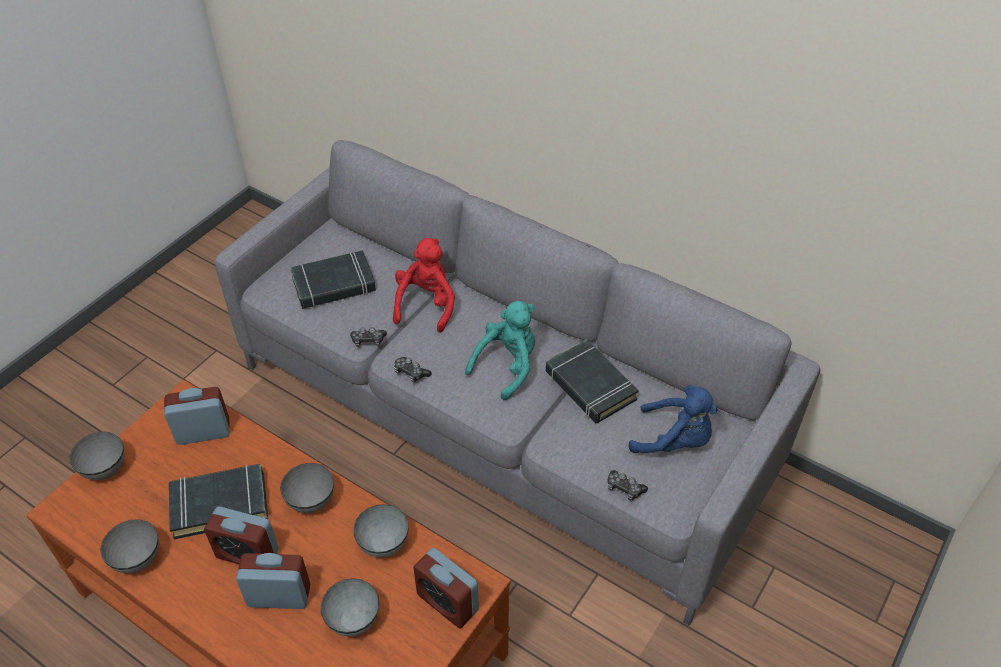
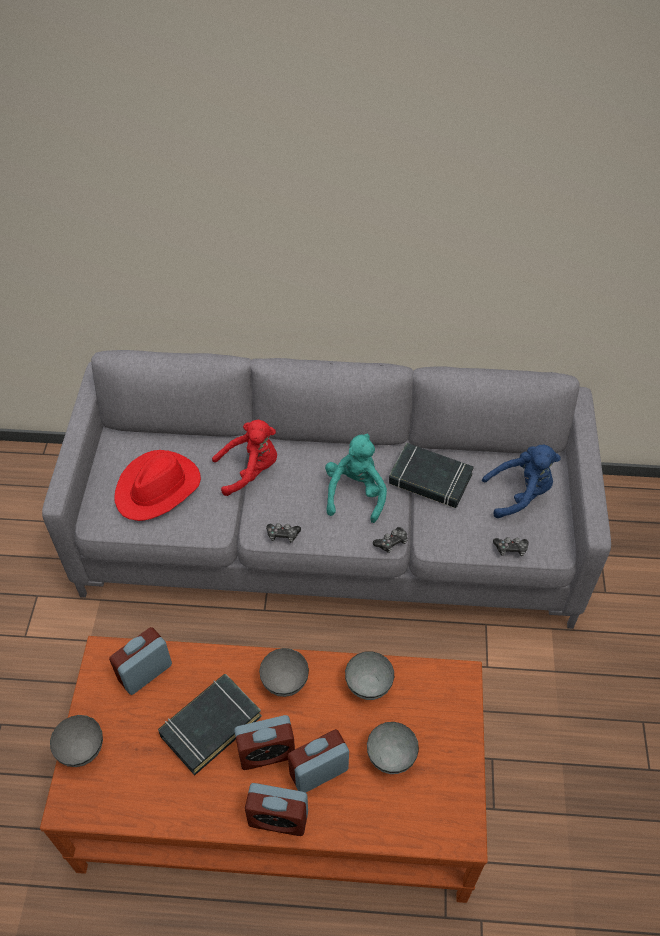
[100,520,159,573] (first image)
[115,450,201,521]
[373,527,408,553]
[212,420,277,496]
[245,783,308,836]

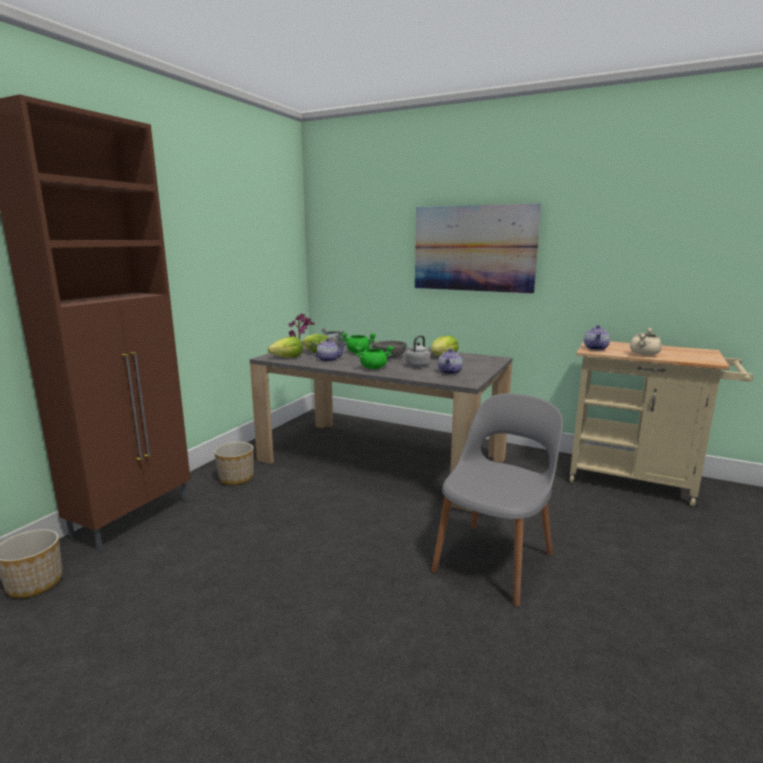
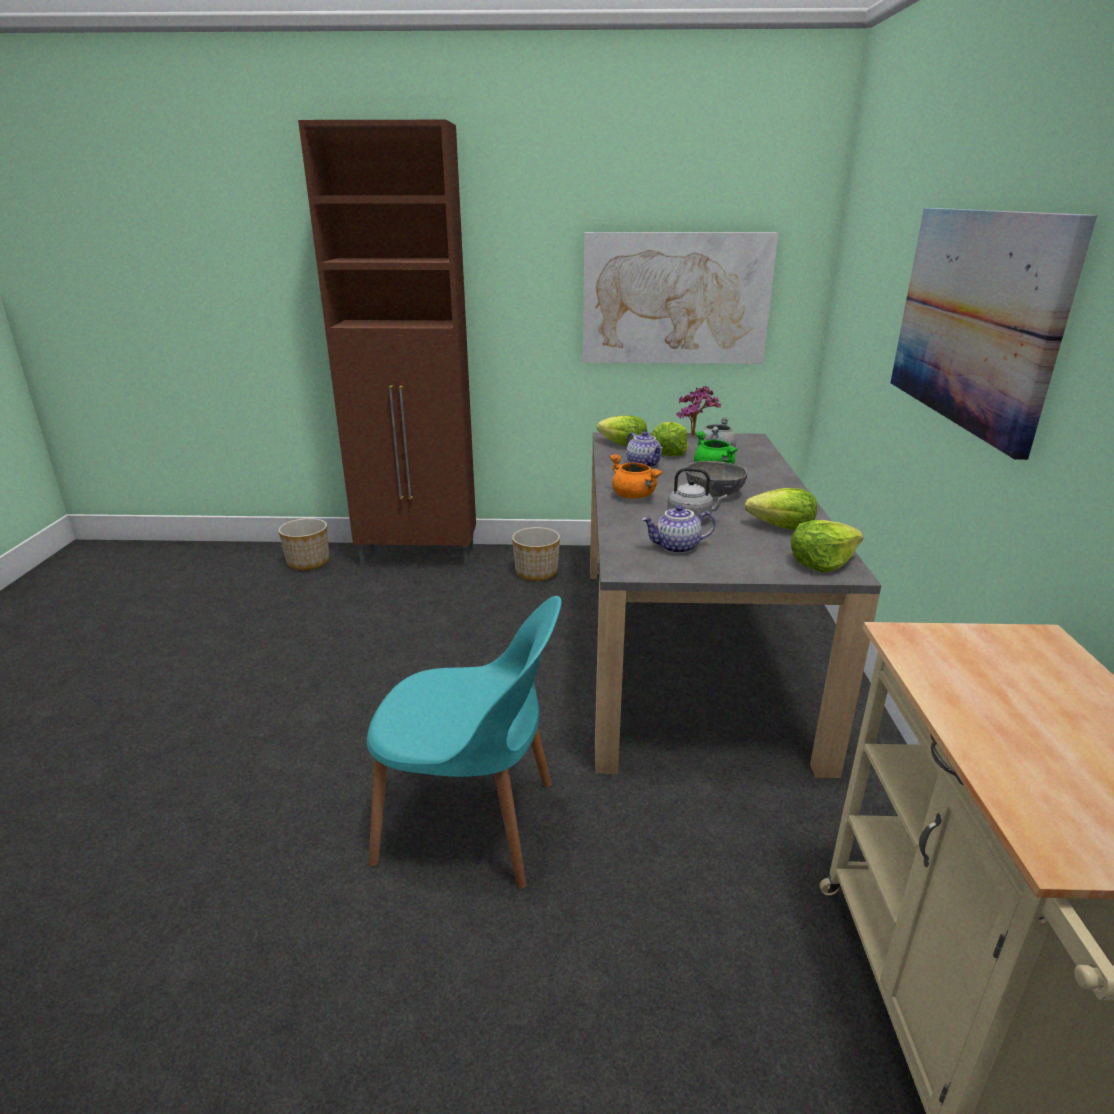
[609,454,663,499]
[367,596,562,889]
[584,325,610,350] (first image)
[630,328,662,356] (first image)
[582,232,778,364]
[791,520,863,572]

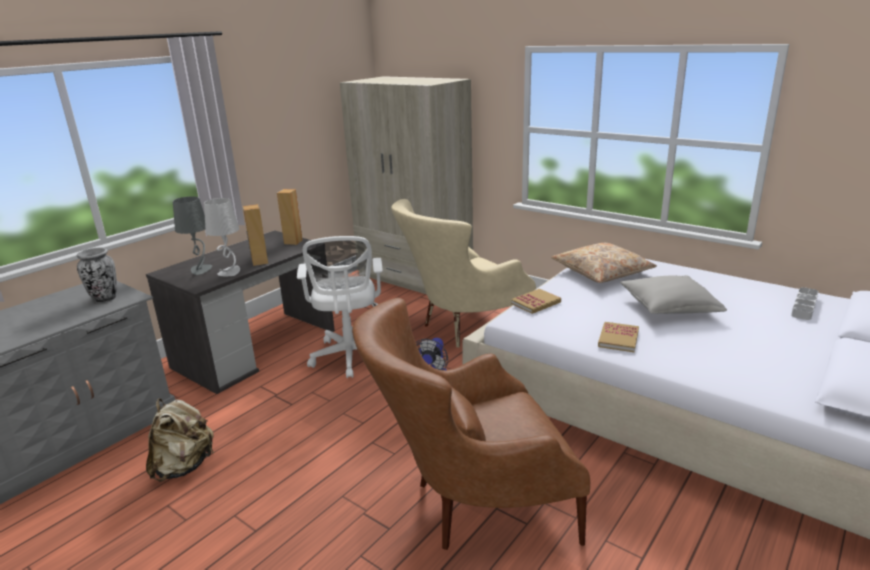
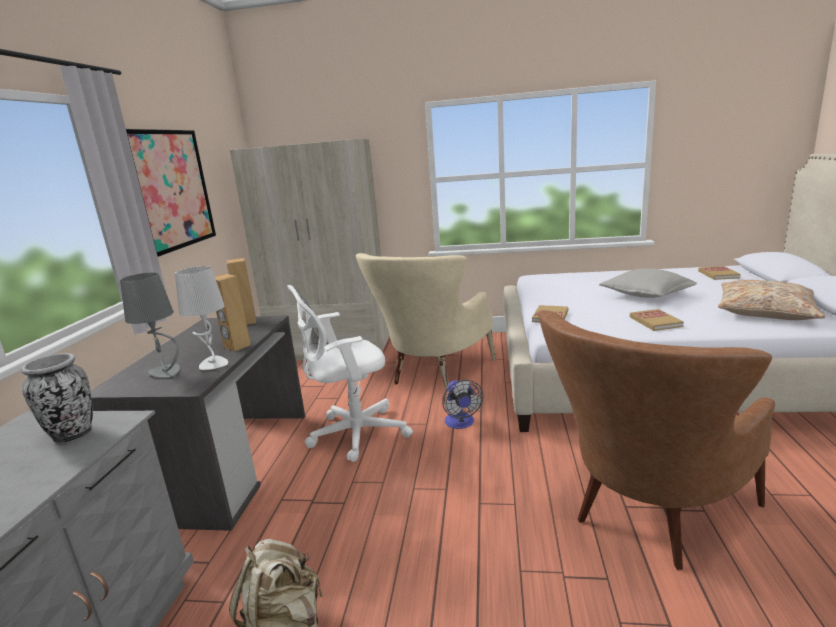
[287,285,413,462]
[718,280,825,320]
[698,266,741,280]
[126,129,216,257]

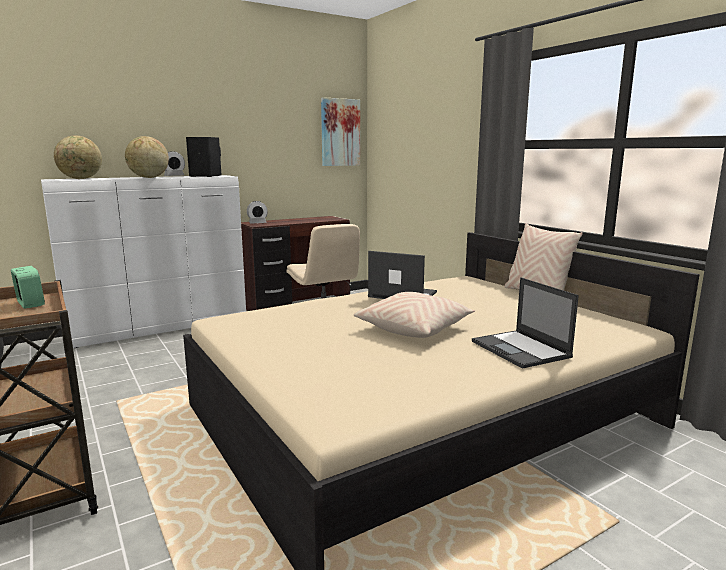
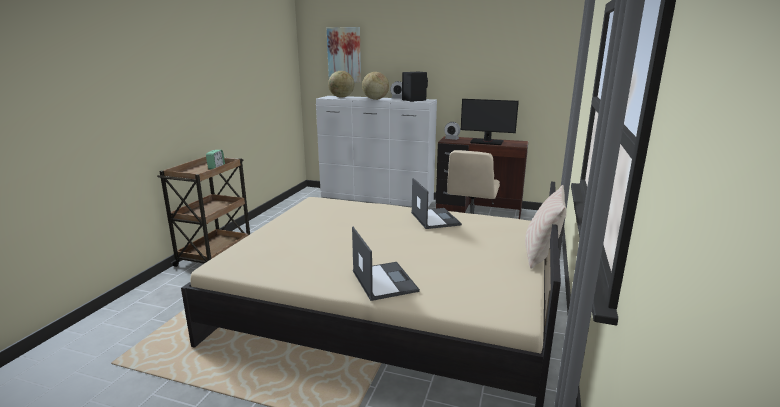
[327,27,361,83]
[354,292,475,338] (first image)
[352,227,420,301]
[461,99,519,145]

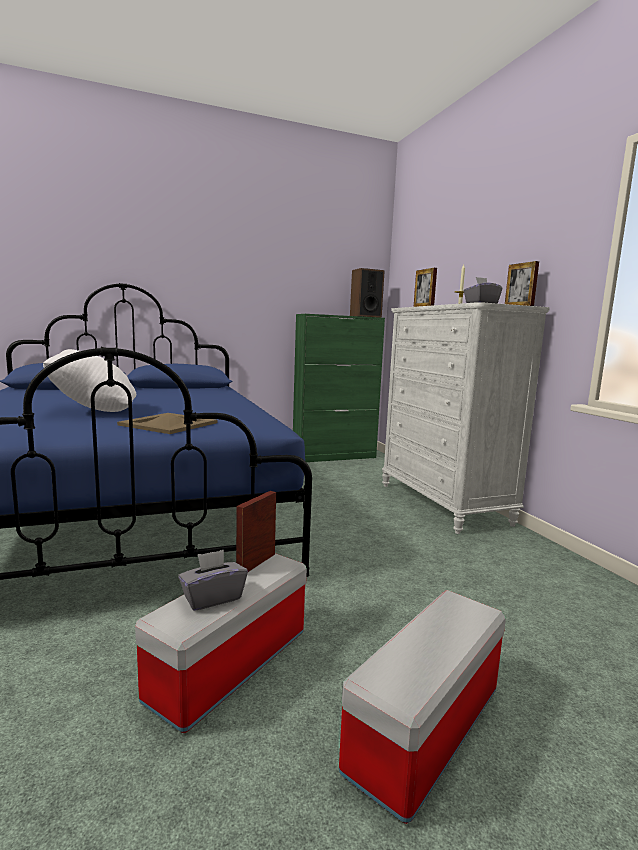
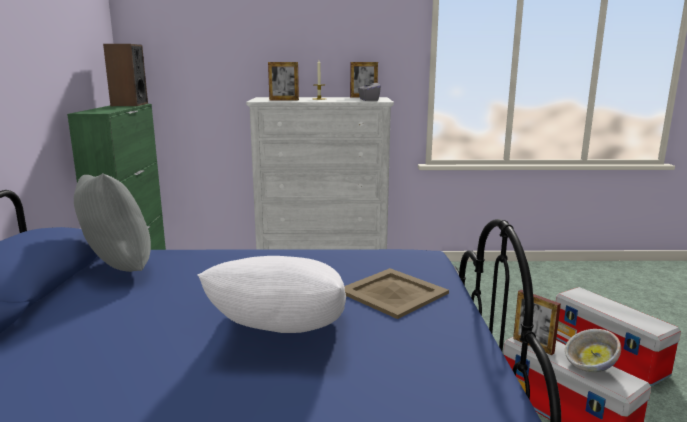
[565,329,621,372]
[74,173,151,272]

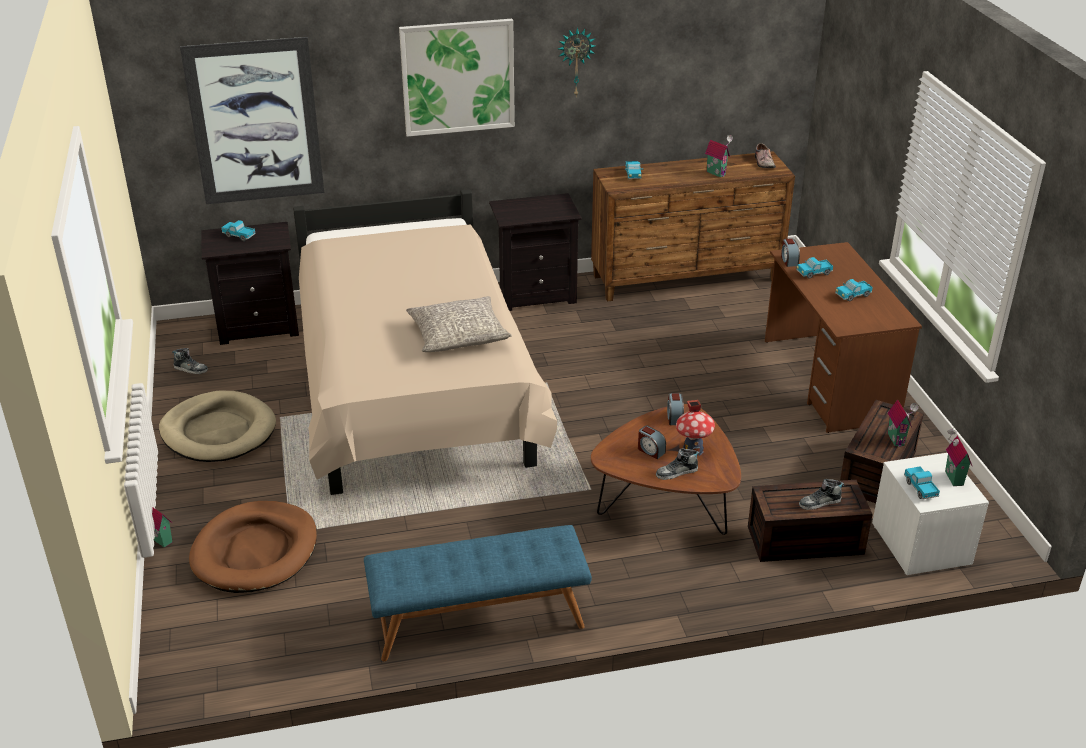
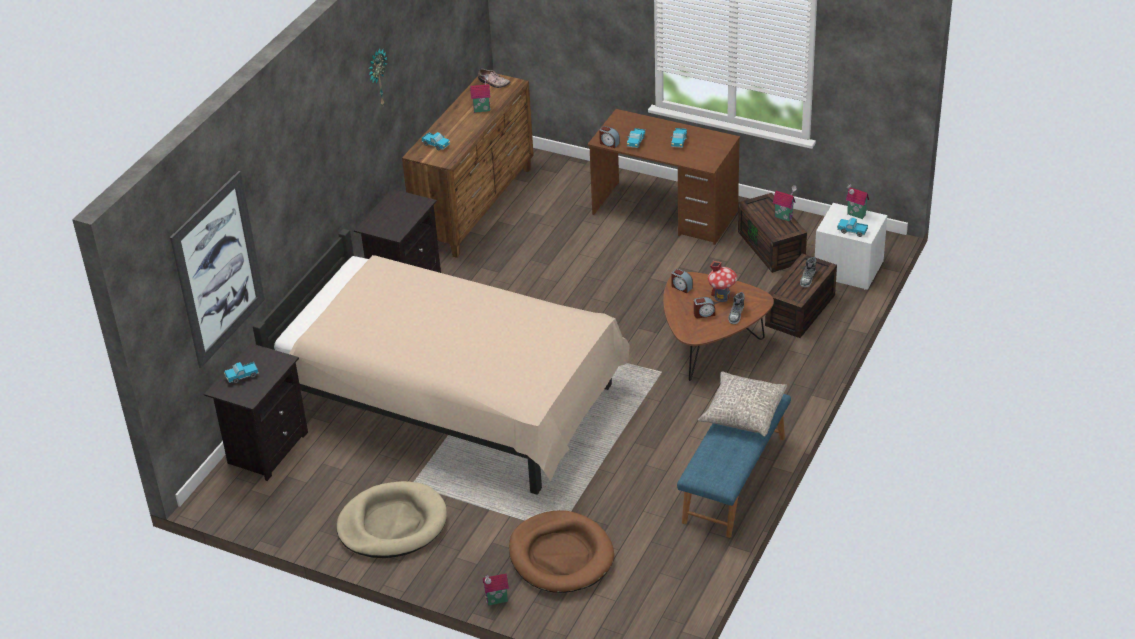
[172,348,208,374] (first image)
[399,19,515,137] (first image)
[698,371,787,437]

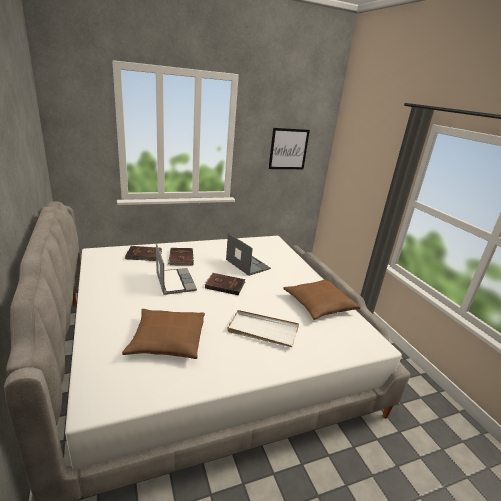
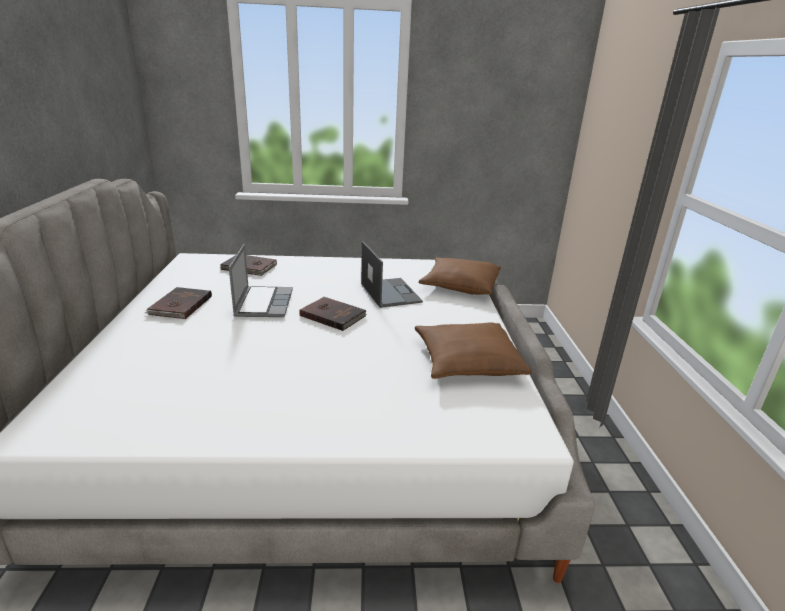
[419,257,501,295]
[145,287,212,319]
[227,310,299,347] (first image)
[268,128,310,169] (first image)

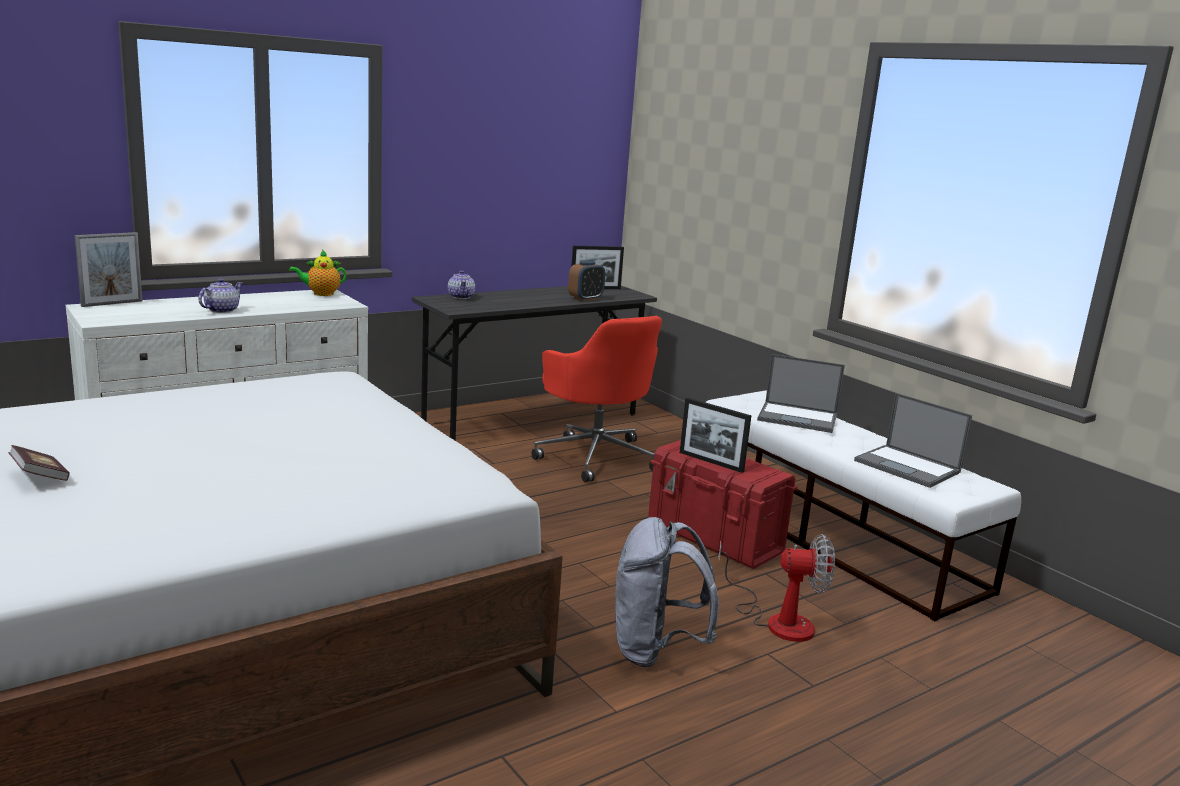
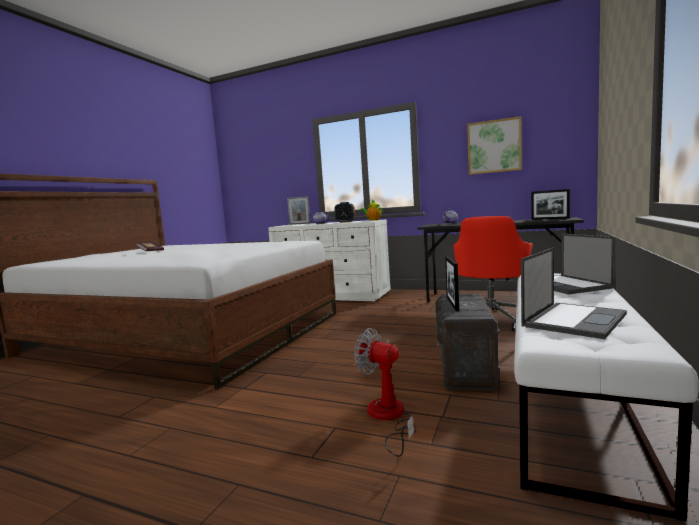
[334,202,355,223]
[615,517,719,668] (first image)
[435,293,500,391]
[354,328,417,457]
[521,248,627,339]
[467,116,522,175]

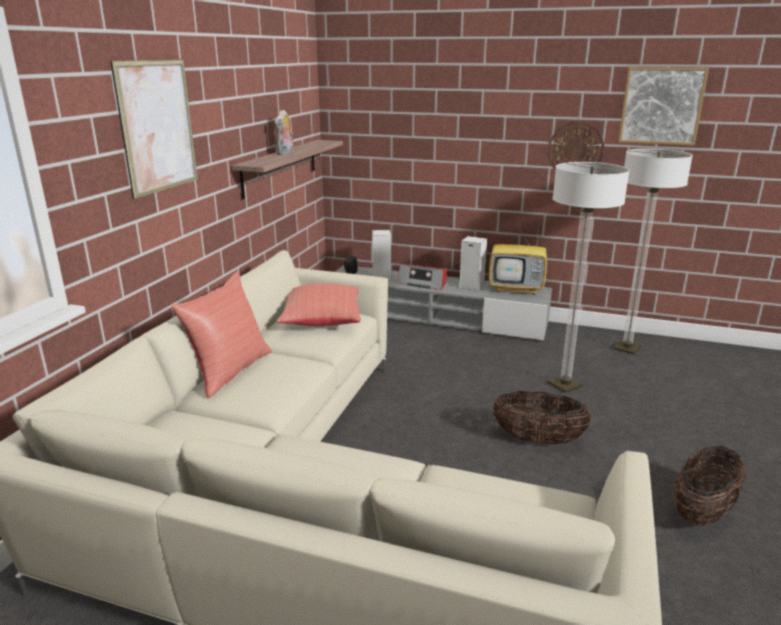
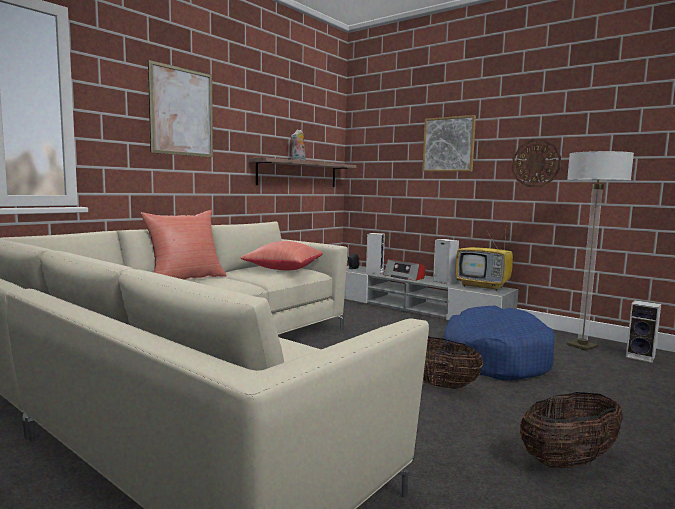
[443,306,555,381]
[422,115,476,172]
[626,300,661,363]

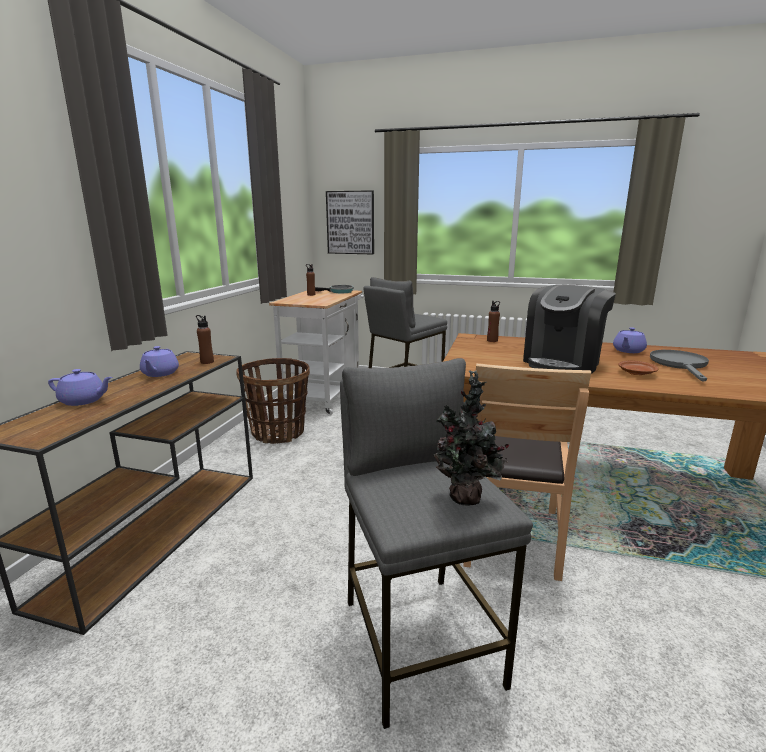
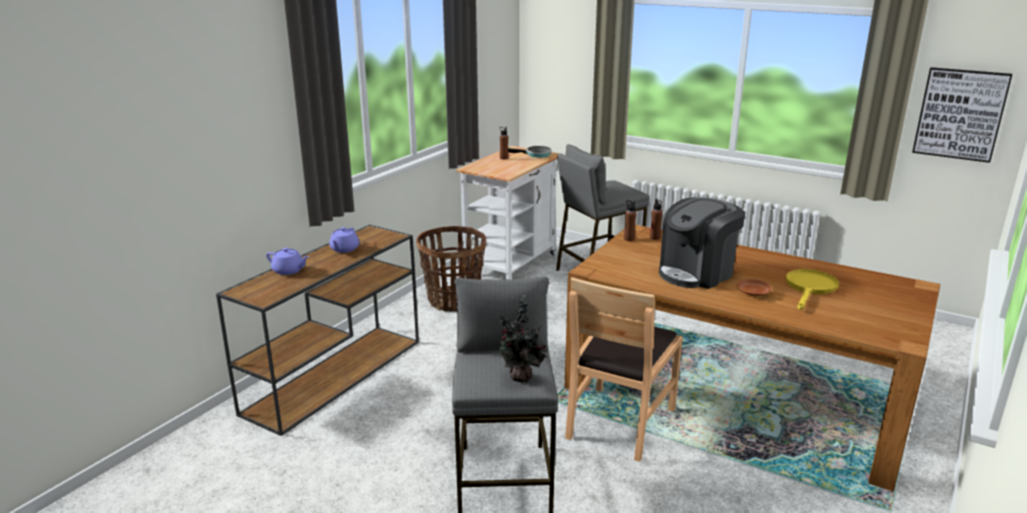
[624,200,636,241]
[912,67,1012,163]
[613,327,647,353] (first image)
[786,269,839,310]

